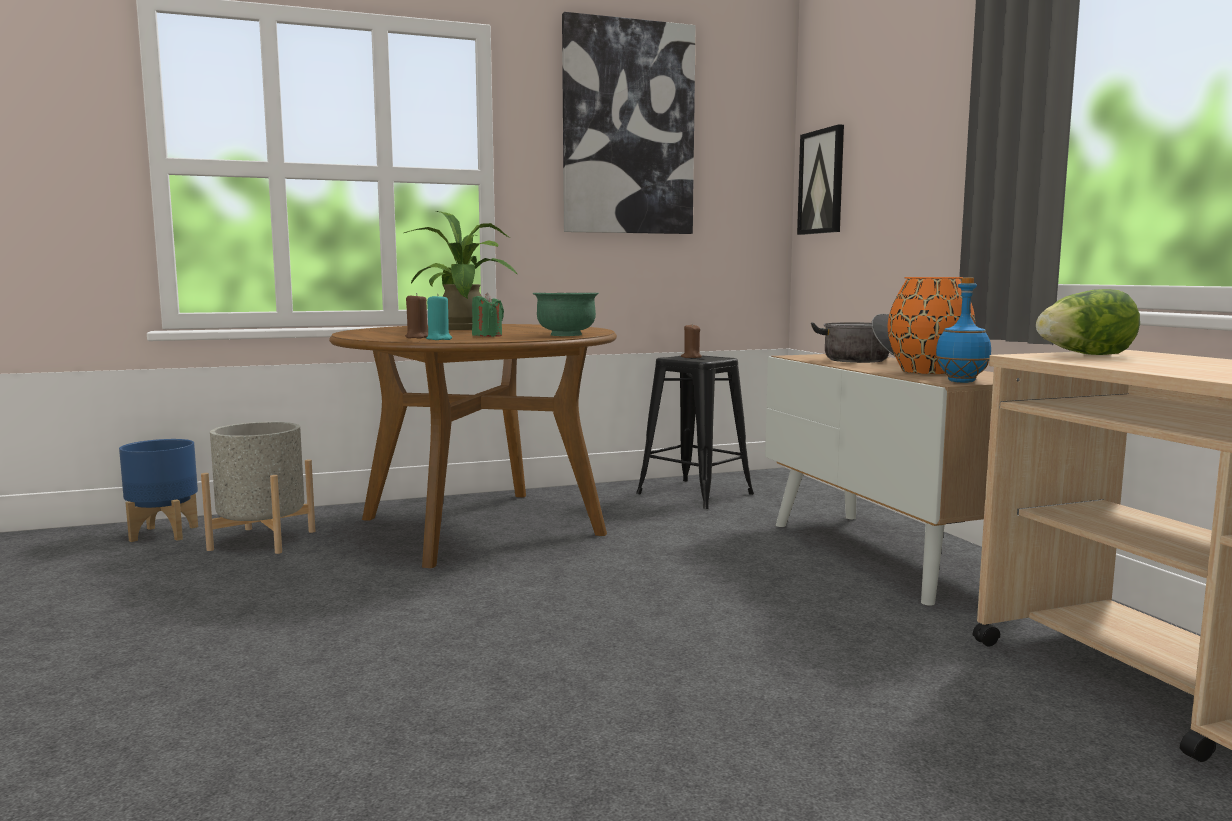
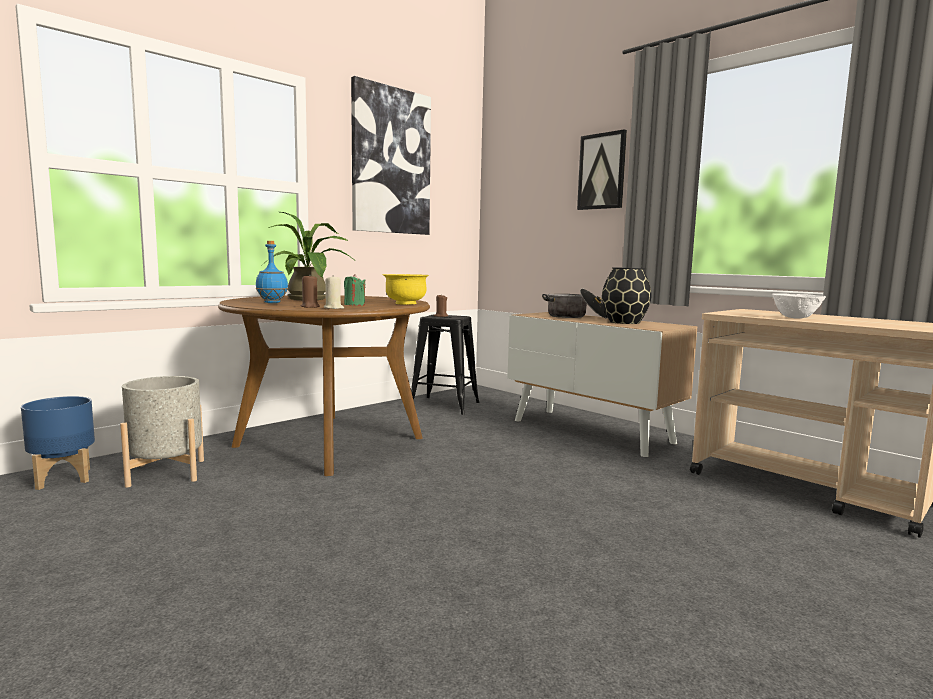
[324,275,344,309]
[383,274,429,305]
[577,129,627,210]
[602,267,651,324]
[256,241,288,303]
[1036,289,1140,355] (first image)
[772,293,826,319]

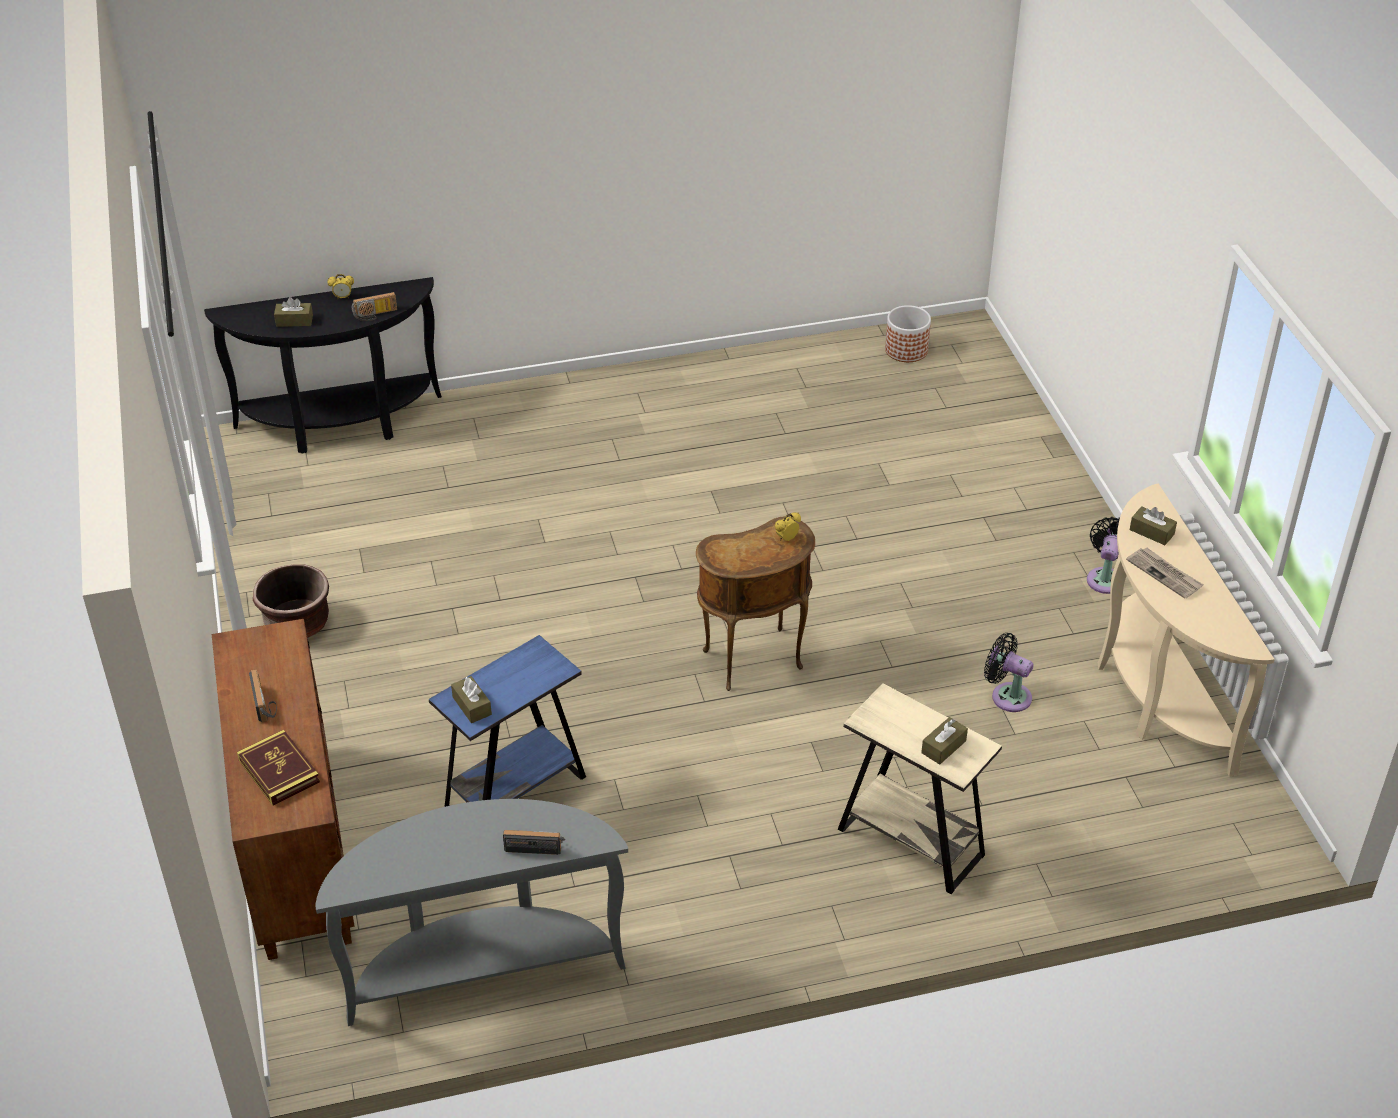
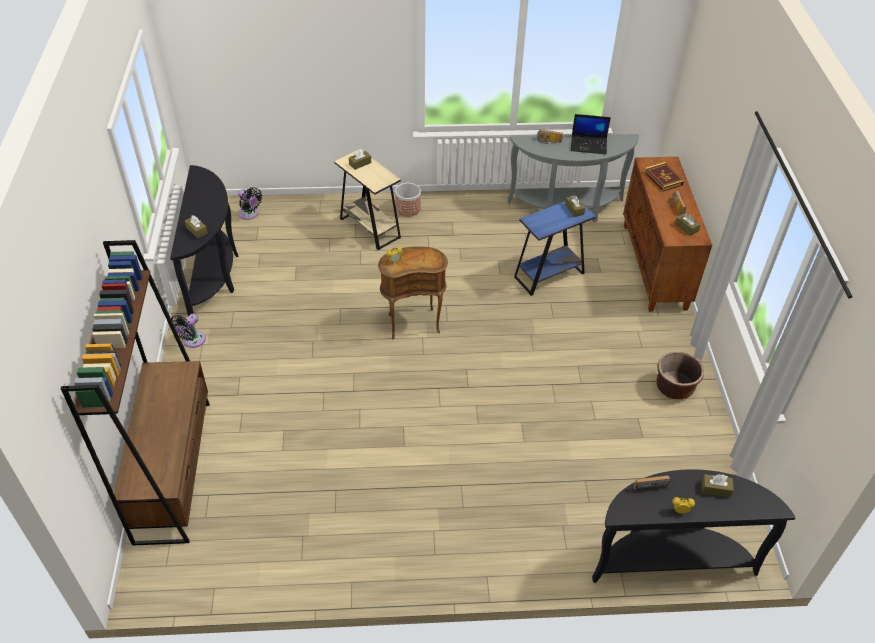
[395,183,421,217]
[238,187,262,220]
[170,165,239,316]
[1126,548,1204,598] (first image)
[60,240,210,546]
[571,114,611,154]
[675,213,701,236]

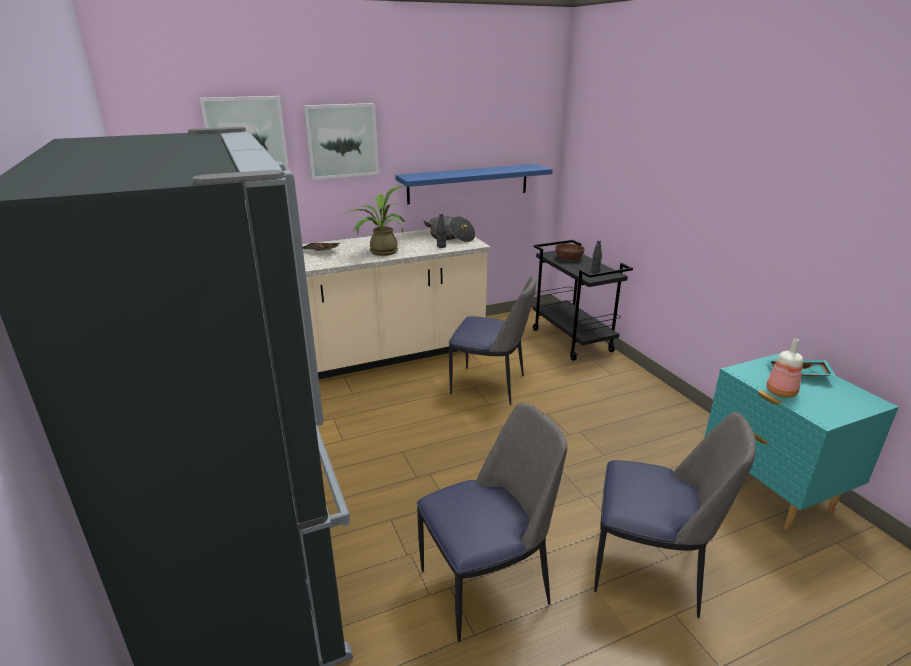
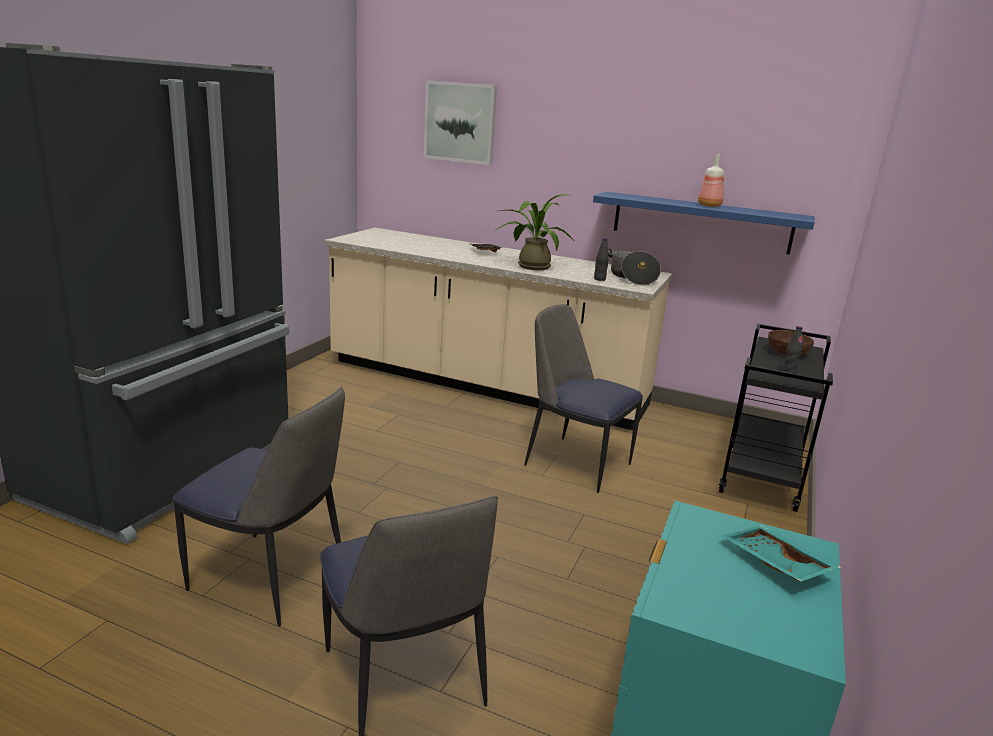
[303,103,379,180] (first image)
[524,304,643,493]
[698,154,724,207]

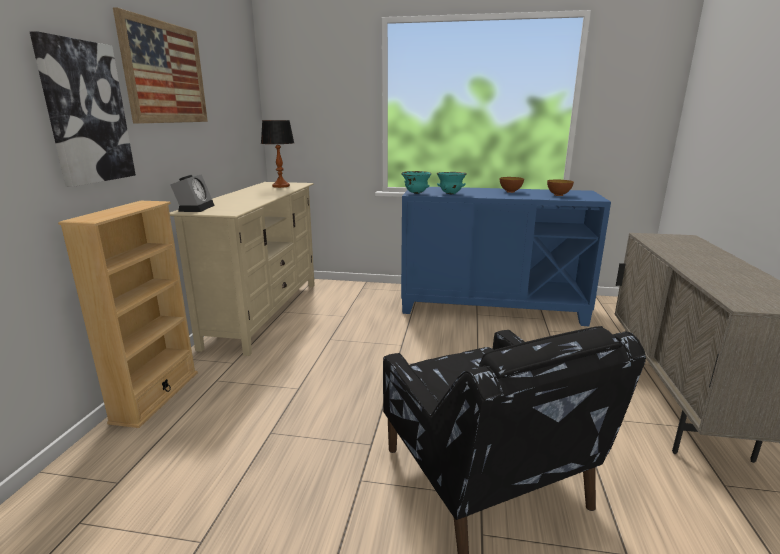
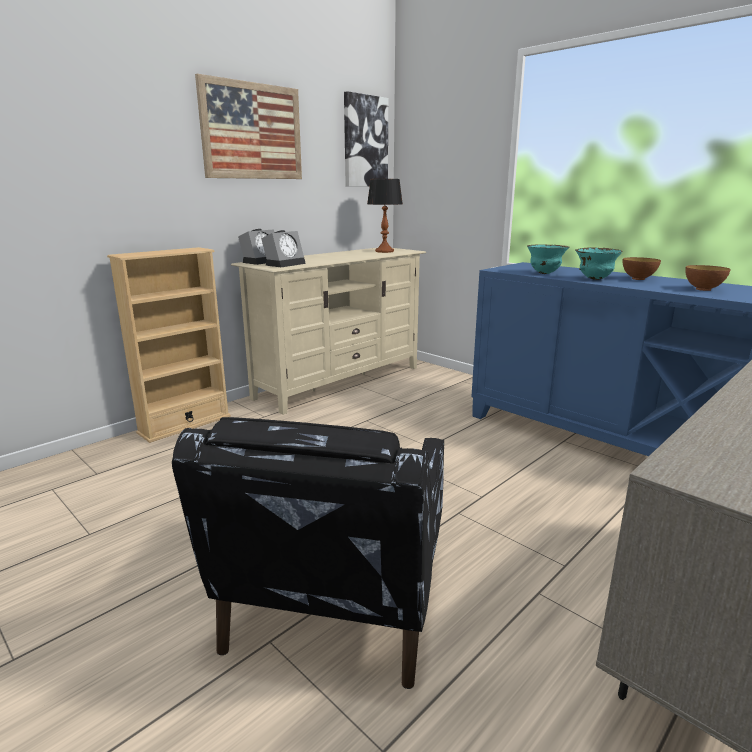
[344,91,388,186]
[575,247,622,280]
[261,230,306,267]

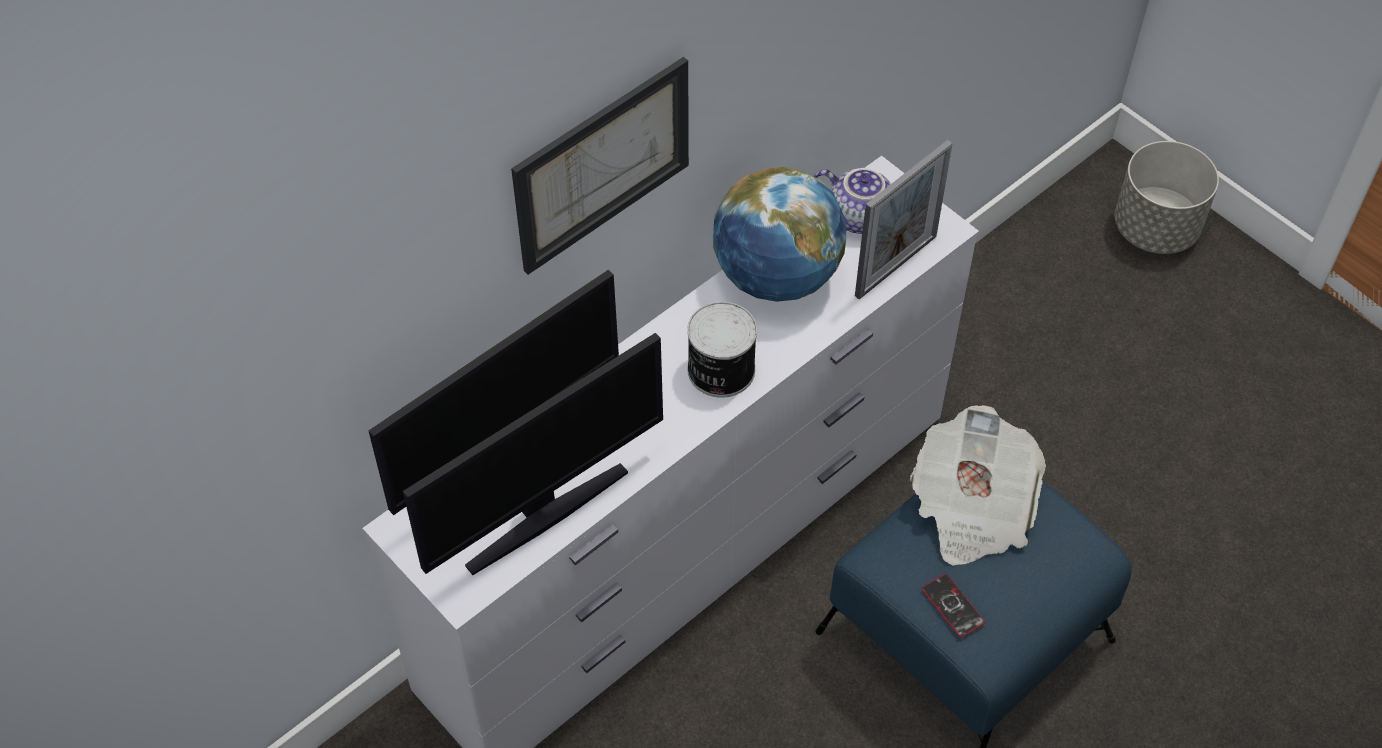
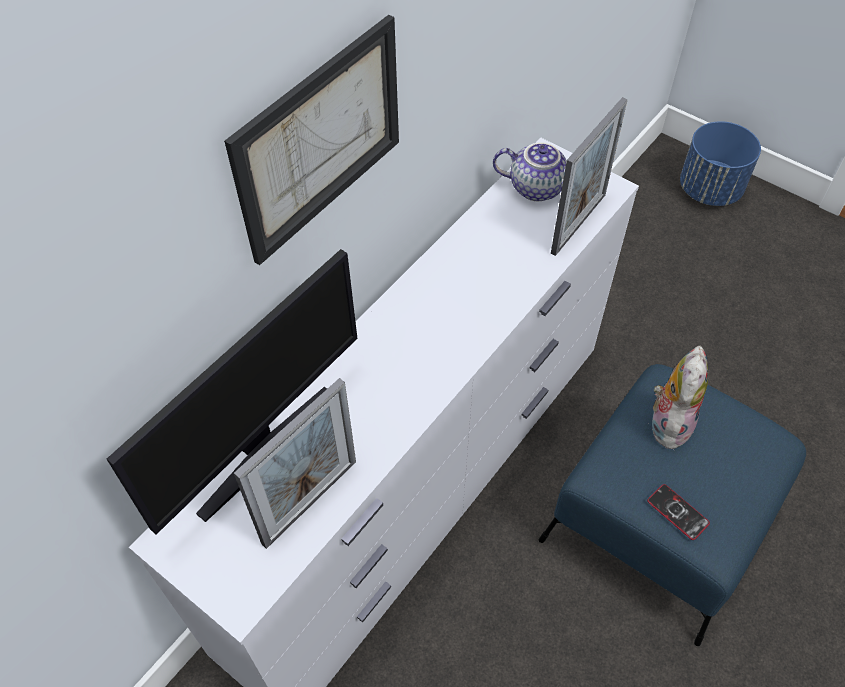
[234,378,356,549]
[687,302,757,398] (first image)
[713,167,846,302] (first image)
[652,346,708,454]
[680,121,761,206]

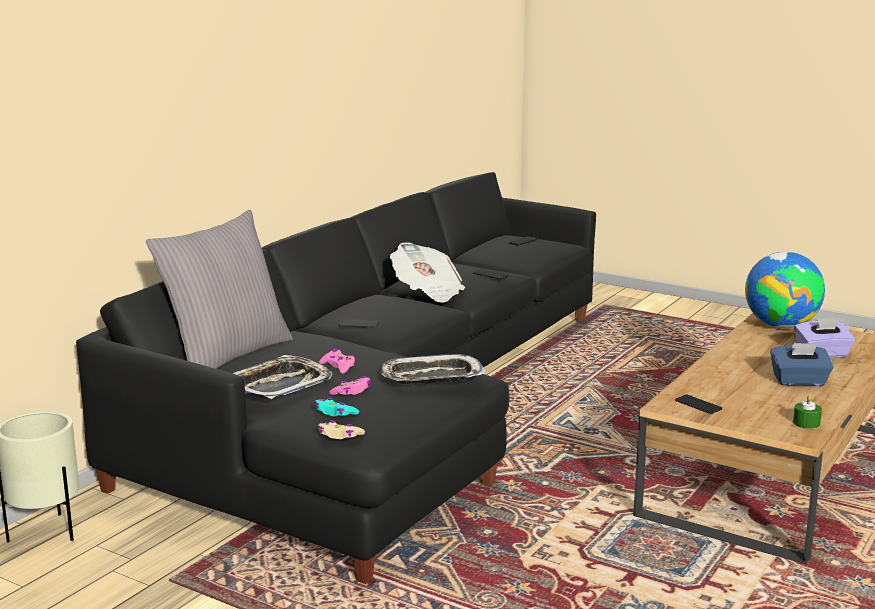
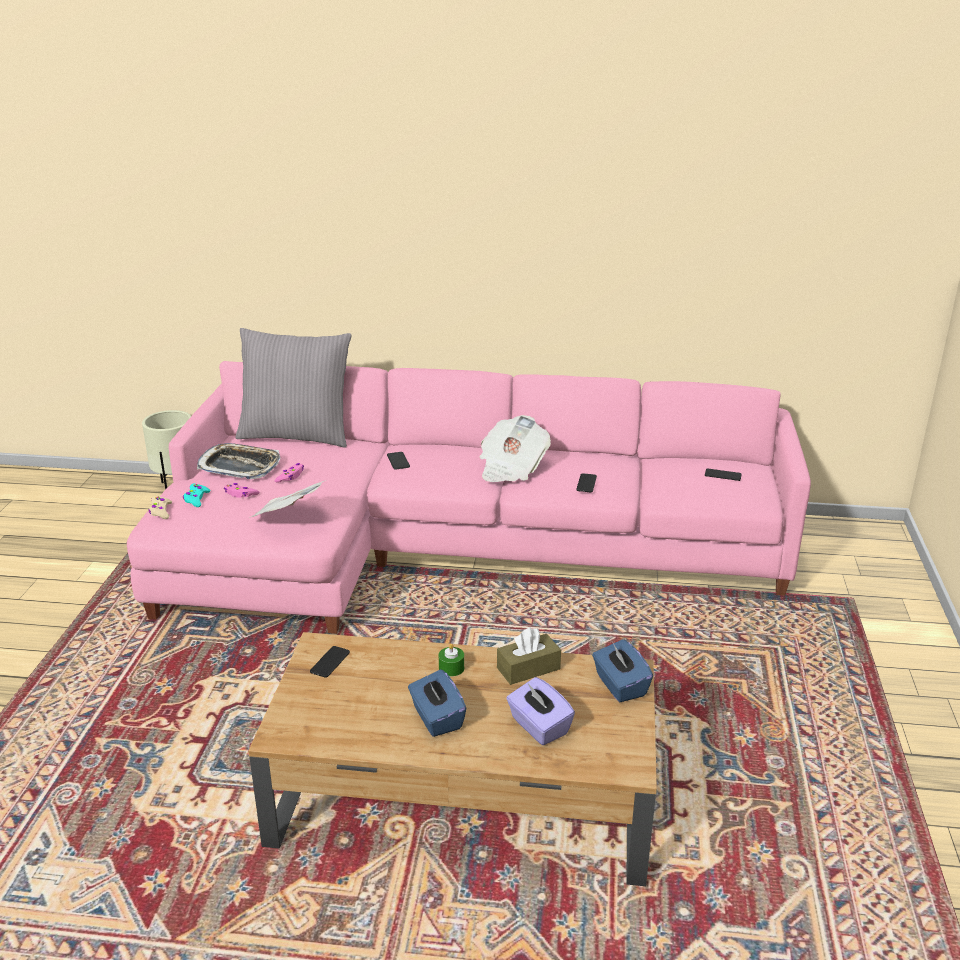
[127,361,811,634]
[249,480,326,518]
[592,639,653,702]
[439,643,464,677]
[497,627,561,685]

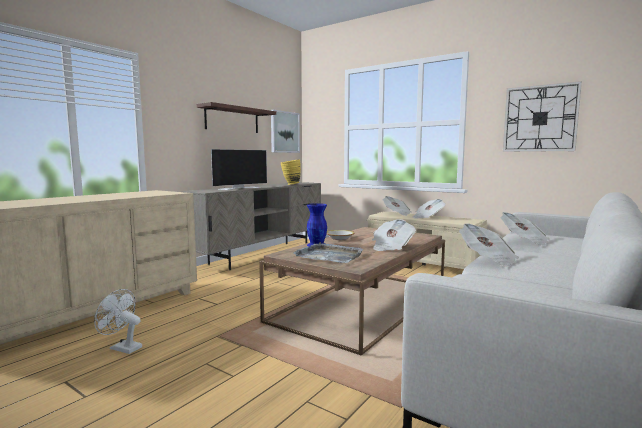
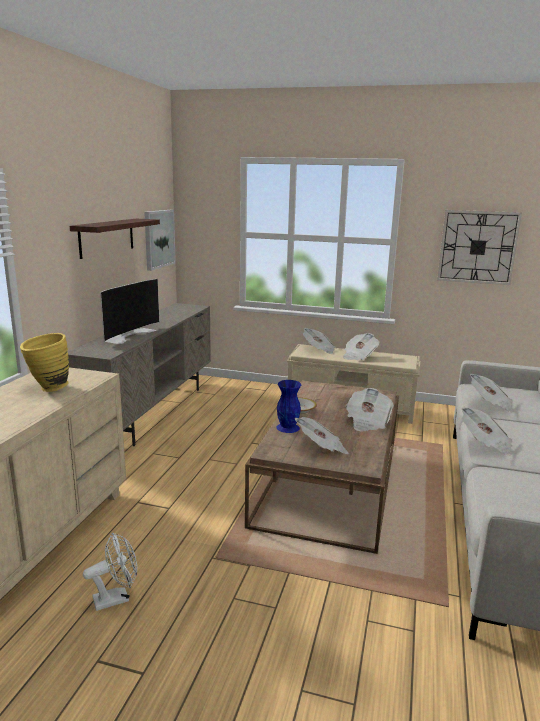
[83,532,137,611]
[20,333,69,392]
[295,417,349,454]

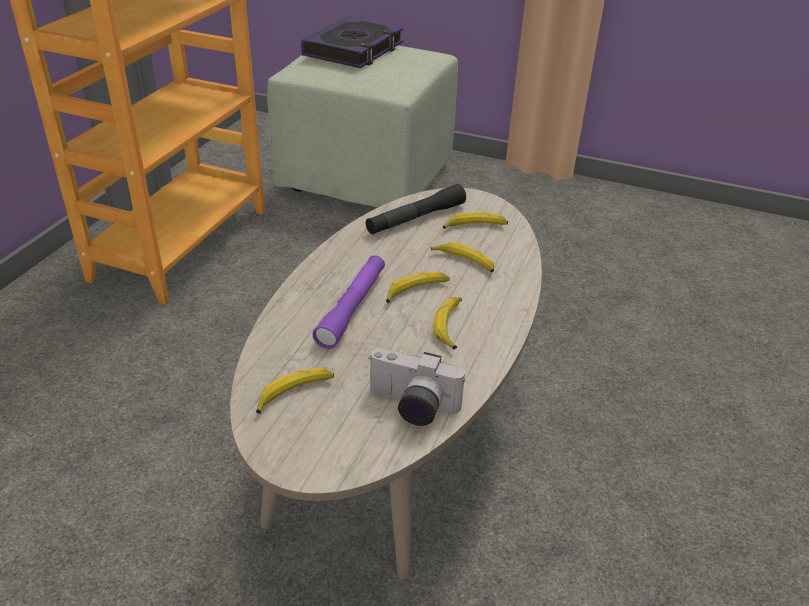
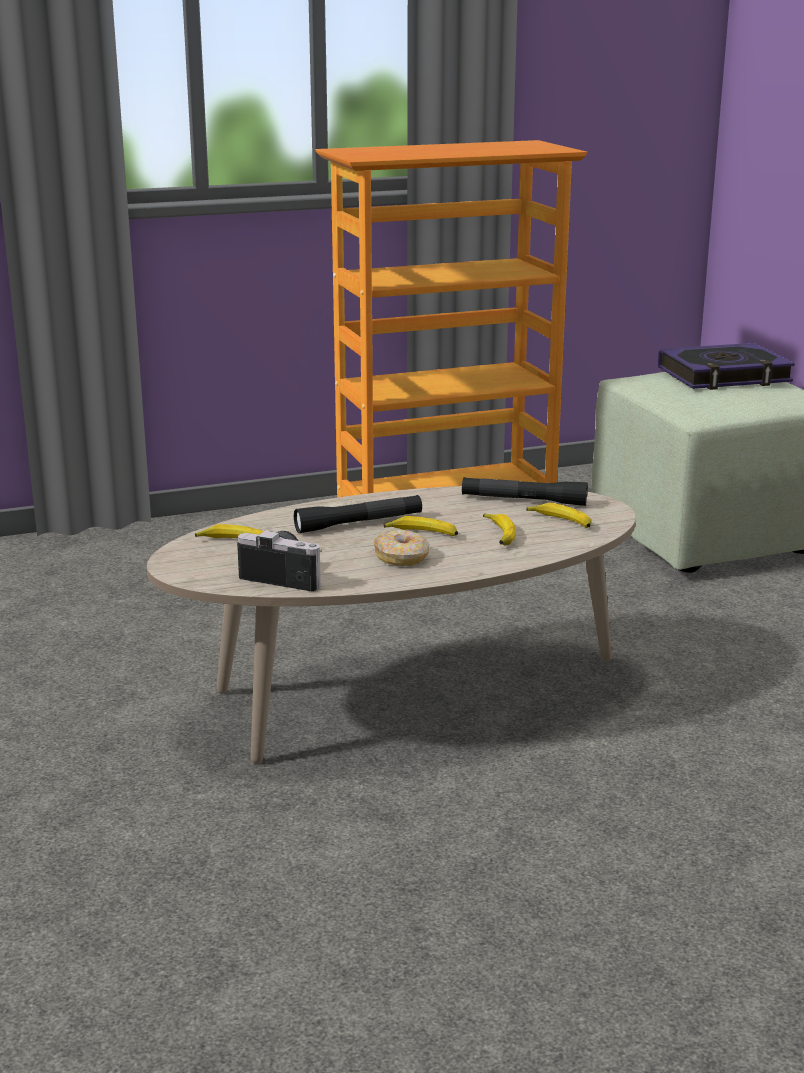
[294,495,422,533]
[237,531,322,591]
[374,530,429,566]

